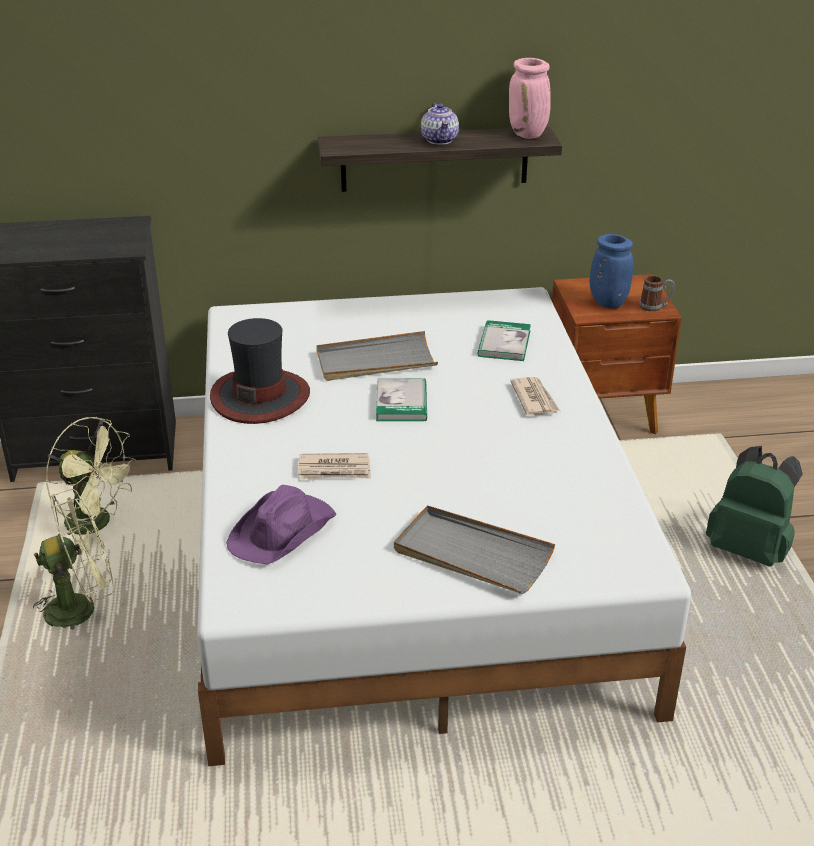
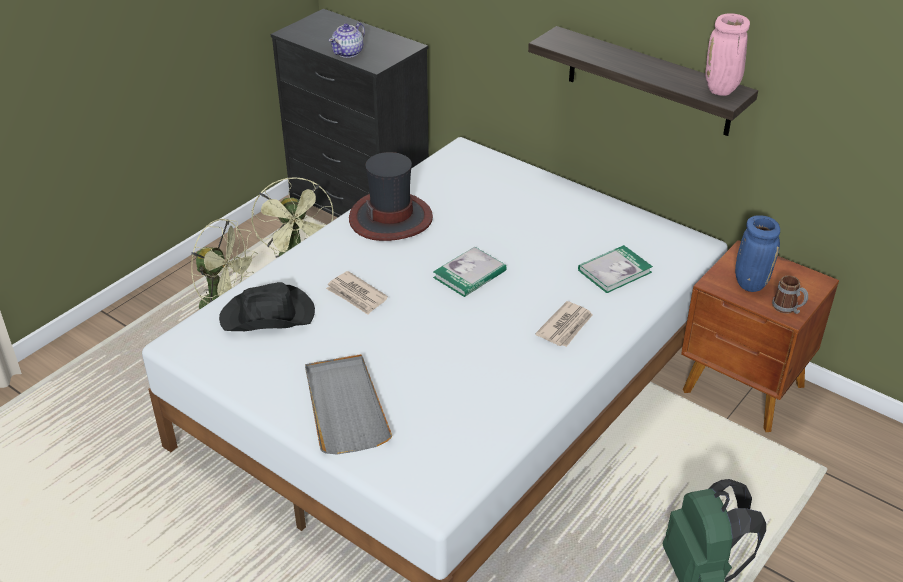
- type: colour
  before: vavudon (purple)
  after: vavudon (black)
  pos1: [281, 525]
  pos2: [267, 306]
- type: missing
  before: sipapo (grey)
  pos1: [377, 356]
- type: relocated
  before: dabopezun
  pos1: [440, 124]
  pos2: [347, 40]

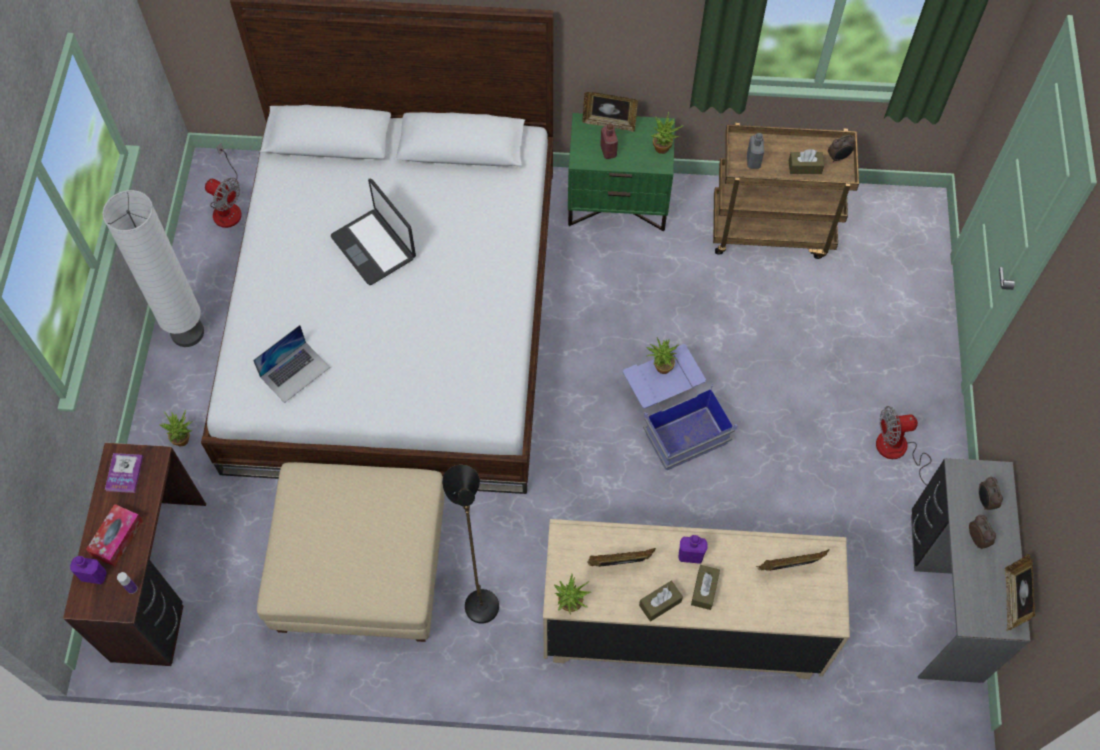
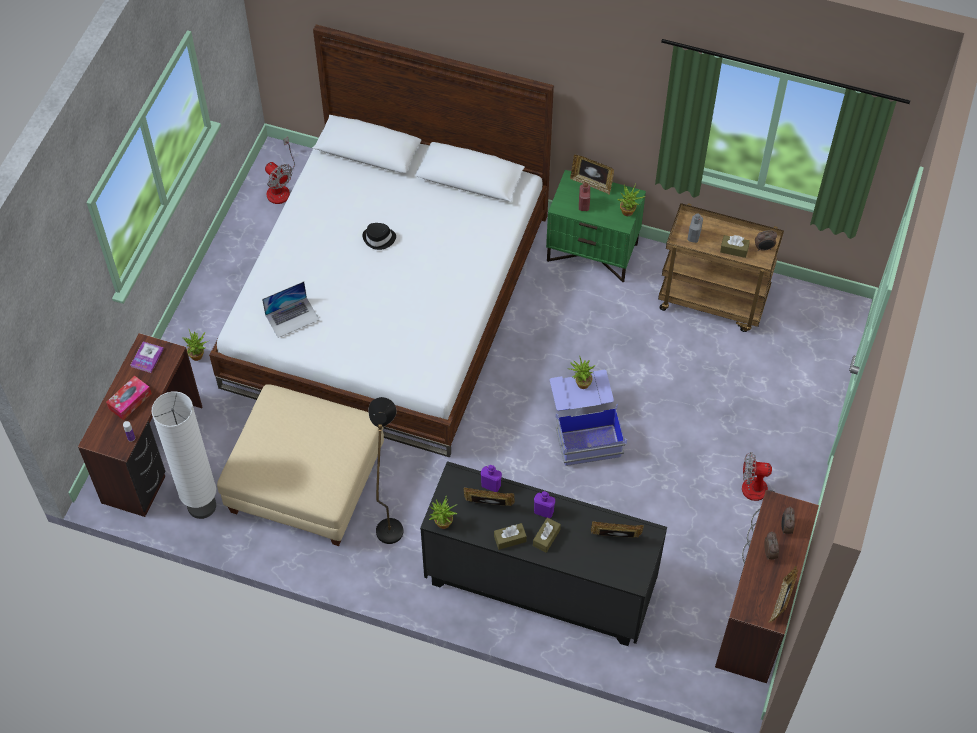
- type: relocated
  before: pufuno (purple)
  pos1: [88, 570]
  pos2: [491, 478]
- type: relocated
  before: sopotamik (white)
  pos1: [153, 268]
  pos2: [184, 455]
- type: exchanged
  before: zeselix
  after: vavudon (black)
  pos1: [373, 231]
  pos2: [379, 236]
- type: colour
  before: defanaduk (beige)
  after: defanaduk (black)
  pos1: [696, 599]
  pos2: [543, 553]
- type: colour
  before: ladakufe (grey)
  after: ladakufe (brown)
  pos1: [971, 570]
  pos2: [767, 586]

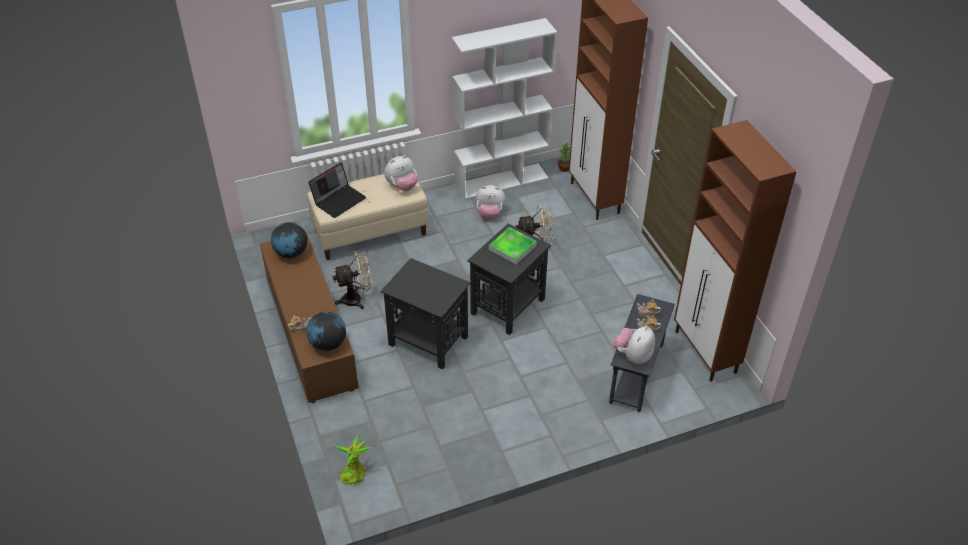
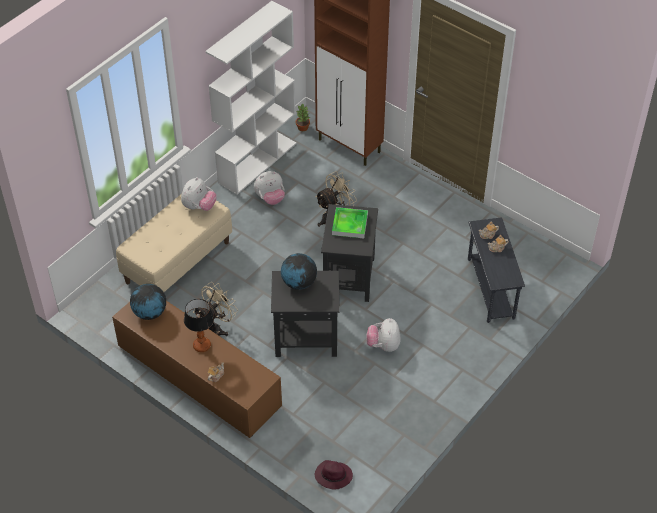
- type: relocated
  before: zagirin
  pos1: [326, 331]
  pos2: [299, 271]
- type: missing
  before: zeselix
  pos1: [337, 190]
- type: exchanged
  before: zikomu
  after: vavudon (purple)
  pos1: [352, 459]
  pos2: [334, 475]
- type: relocated
  before: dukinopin
  pos1: [634, 345]
  pos2: [383, 335]
- type: missing
  before: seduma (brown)
  pos1: [735, 251]
- type: appeared
  after: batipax
  pos2: [199, 325]

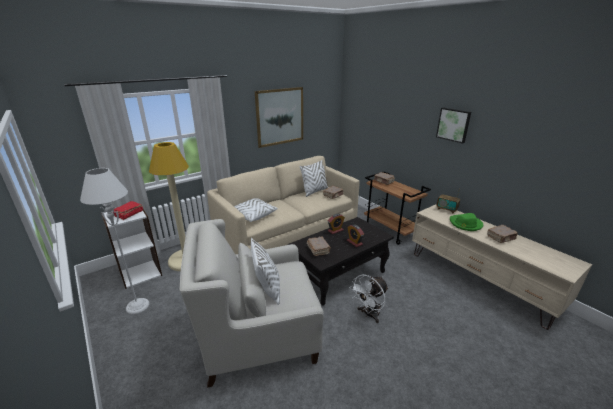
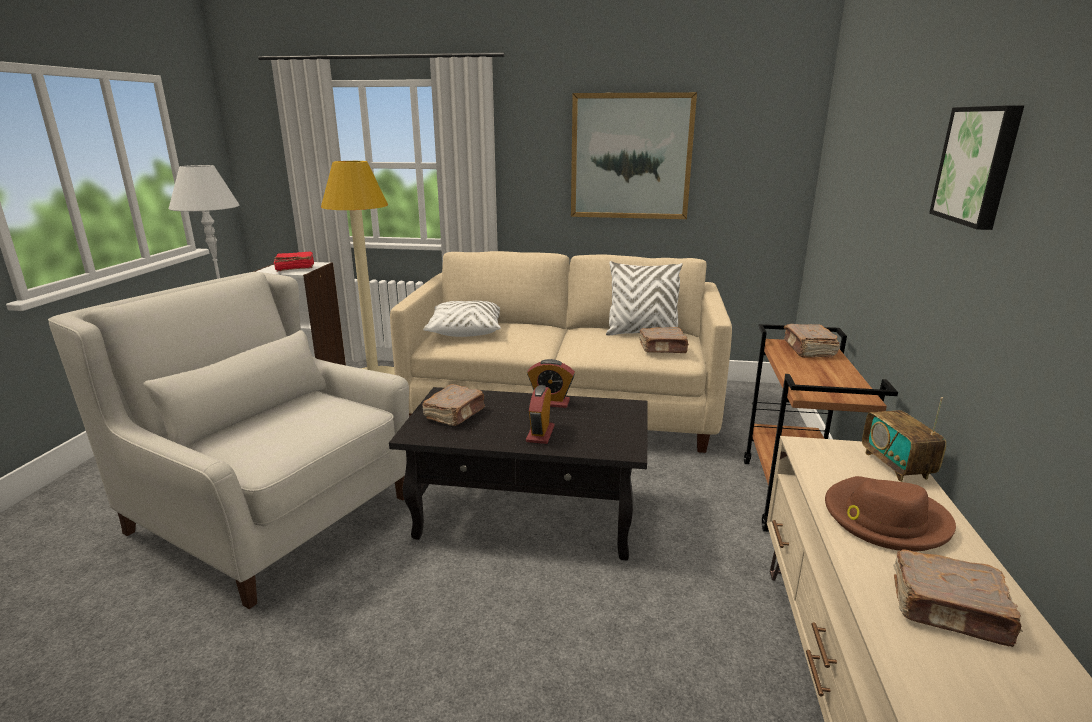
- type: missing
  before: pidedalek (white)
  pos1: [265, 271]
- type: missing
  before: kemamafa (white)
  pos1: [369, 299]
- type: colour
  before: vavudon (green)
  after: vavudon (brown)
  pos1: [466, 222]
  pos2: [890, 514]

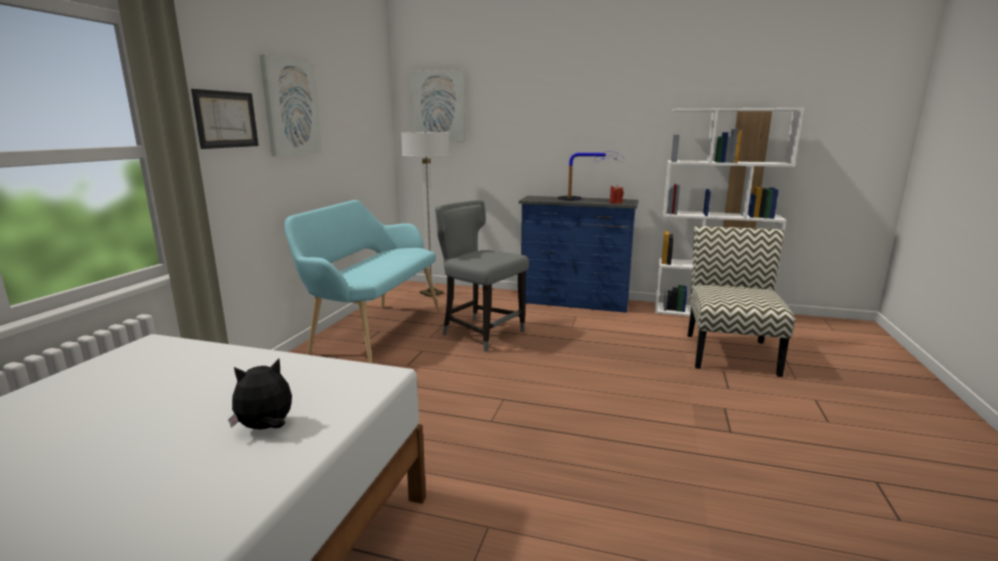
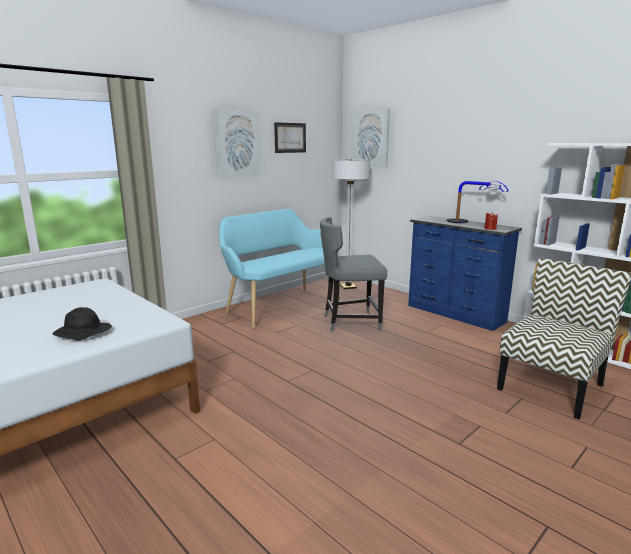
- type: relocated
  before: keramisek
  pos1: [225, 119]
  pos2: [290, 137]
- type: exchanged
  before: dukinopin
  after: vavudon (black)
  pos1: [260, 394]
  pos2: [82, 324]
- type: spun
  before: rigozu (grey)
  pos1: [482, 276]
  pos2: [353, 274]
  turn: -75

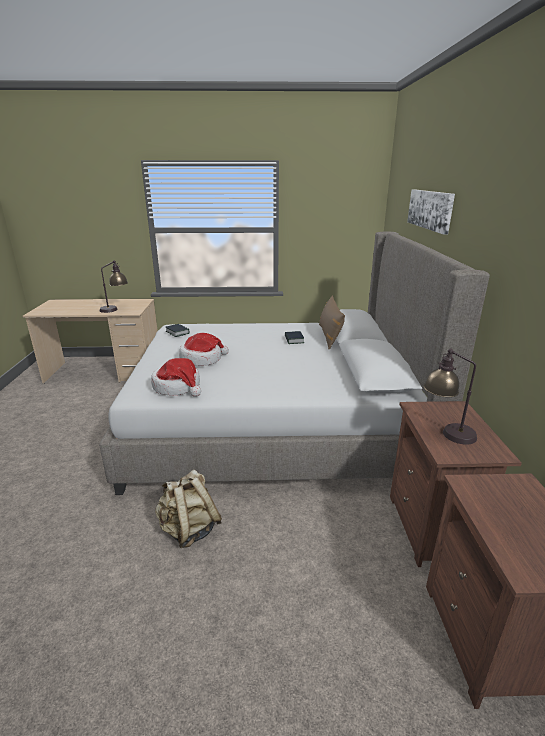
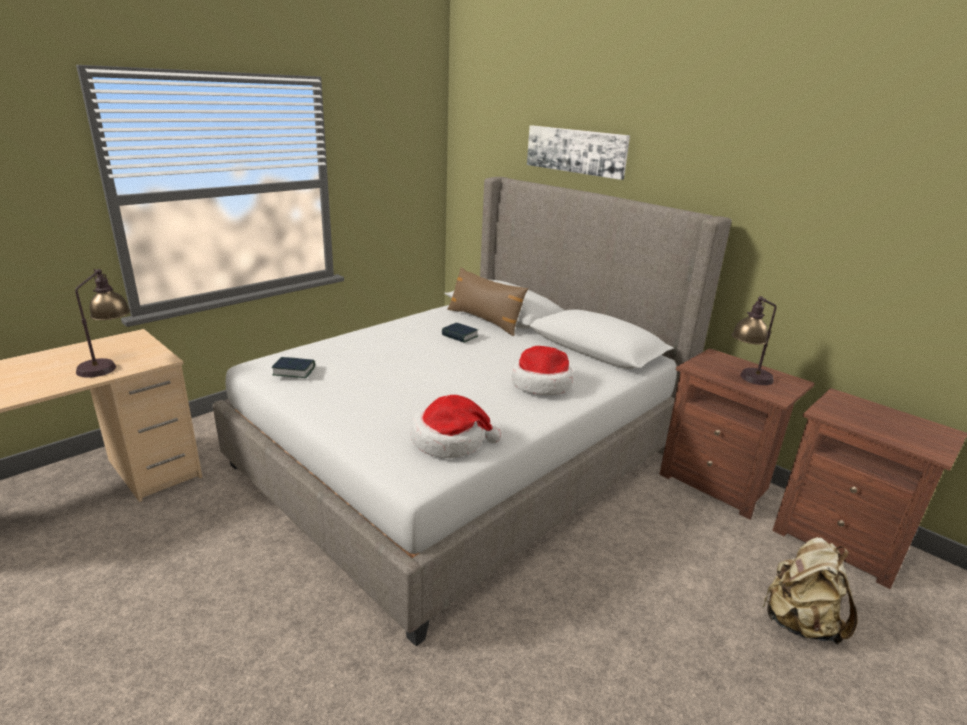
- type: relocated
  before: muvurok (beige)
  pos1: [188, 509]
  pos2: [809, 591]
- type: relocated
  before: vavudon
  pos1: [204, 349]
  pos2: [542, 370]

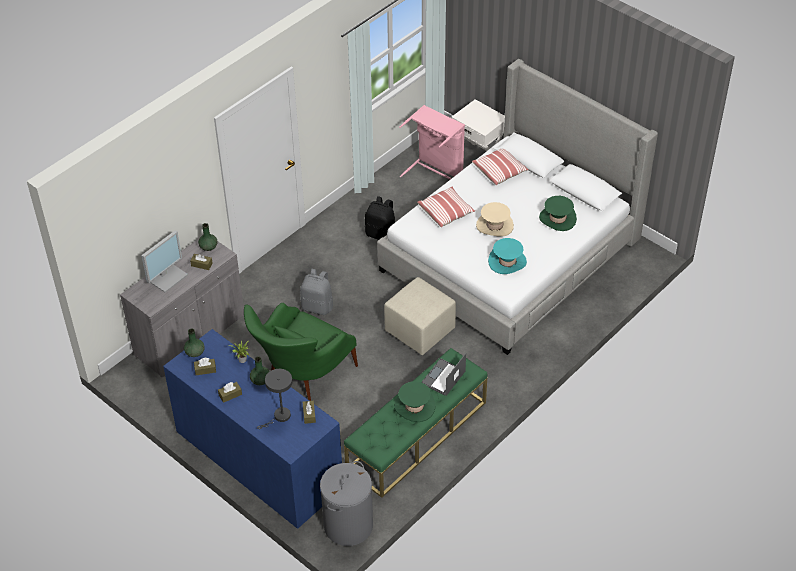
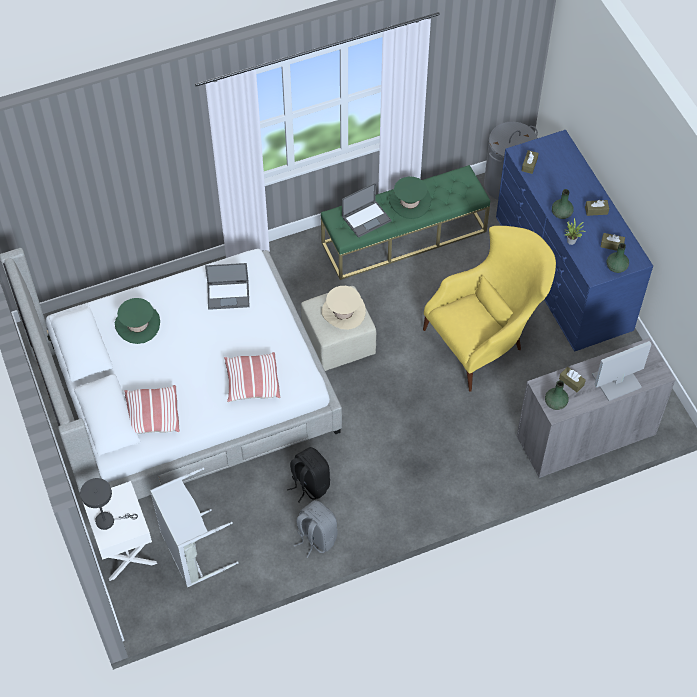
- type: colour
  before: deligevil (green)
  after: deligevil (yellow)
  pos1: [301, 352]
  pos2: [489, 309]
- type: relocated
  before: batipax (grey)
  pos1: [274, 399]
  pos2: [109, 504]
- type: relocated
  before: muvurok (grey)
  pos1: [316, 292]
  pos2: [316, 529]
- type: colour
  before: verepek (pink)
  after: verepek (grey)
  pos1: [432, 142]
  pos2: [194, 527]
- type: relocated
  before: vavudon (beige)
  pos1: [495, 219]
  pos2: [344, 308]
- type: exchanged
  before: vavudon (turquoise)
  after: zeselix
  pos1: [507, 256]
  pos2: [227, 286]

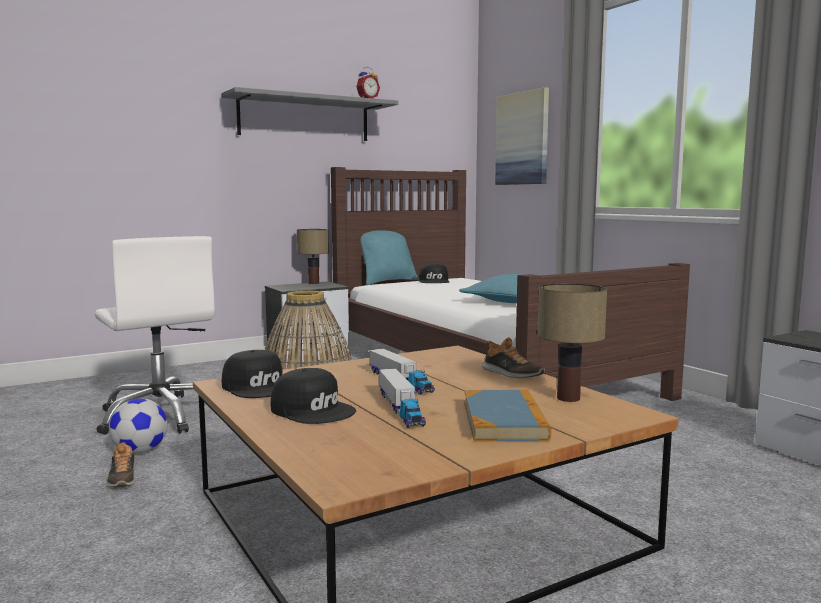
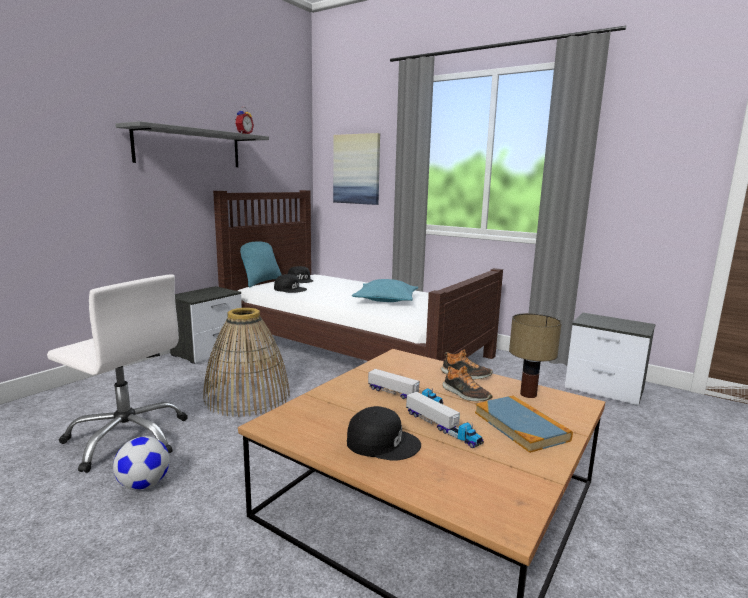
- type: relocated
  before: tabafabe
  pos1: [121, 464]
  pos2: [467, 383]
- type: relocated
  before: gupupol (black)
  pos1: [252, 374]
  pos2: [290, 283]
- type: missing
  before: batipax
  pos1: [313, 256]

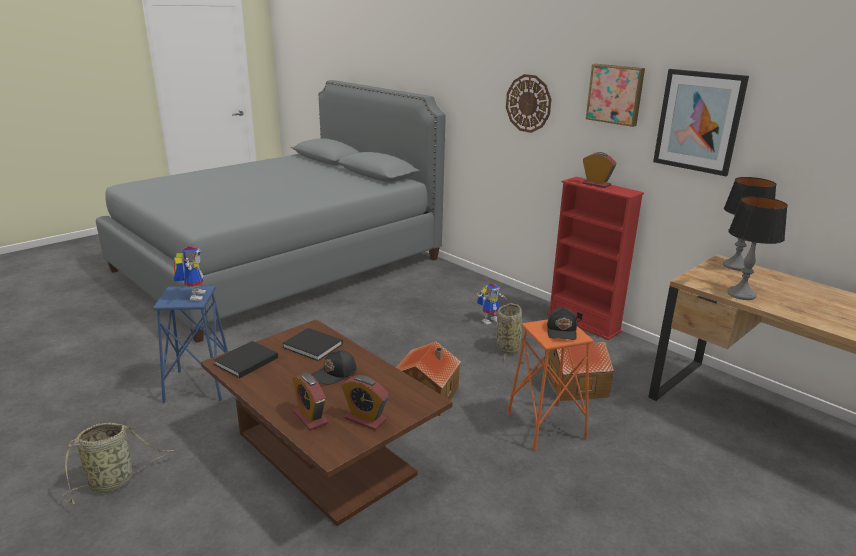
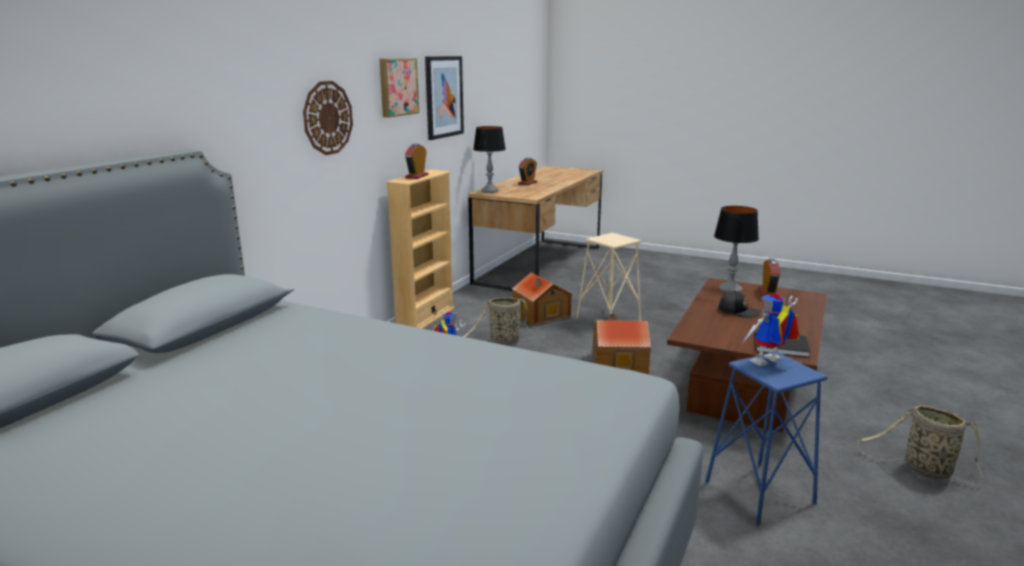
- type: missing
  before: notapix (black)
  pos1: [313, 344]
- type: relocated
  before: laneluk
  pos1: [310, 402]
  pos2: [527, 171]
- type: colour
  before: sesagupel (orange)
  after: sesagupel (beige)
  pos1: [550, 385]
  pos2: [609, 277]
- type: colour
  before: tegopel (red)
  after: tegopel (beige)
  pos1: [595, 258]
  pos2: [420, 249]
- type: missing
  before: gupupol (black)
  pos1: [562, 324]
- type: relocated
  before: batipax
  pos1: [757, 248]
  pos2: [736, 249]

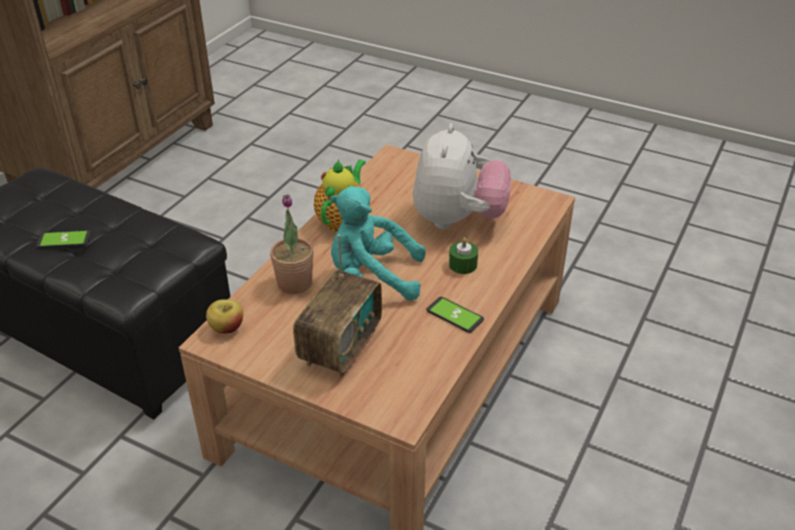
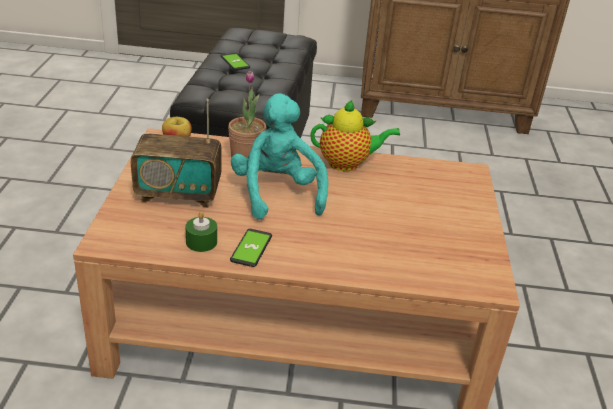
- type: missing
  before: dukinopin
  pos1: [462, 176]
- type: relocated
  before: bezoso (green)
  pos1: [463, 256]
  pos2: [201, 232]

